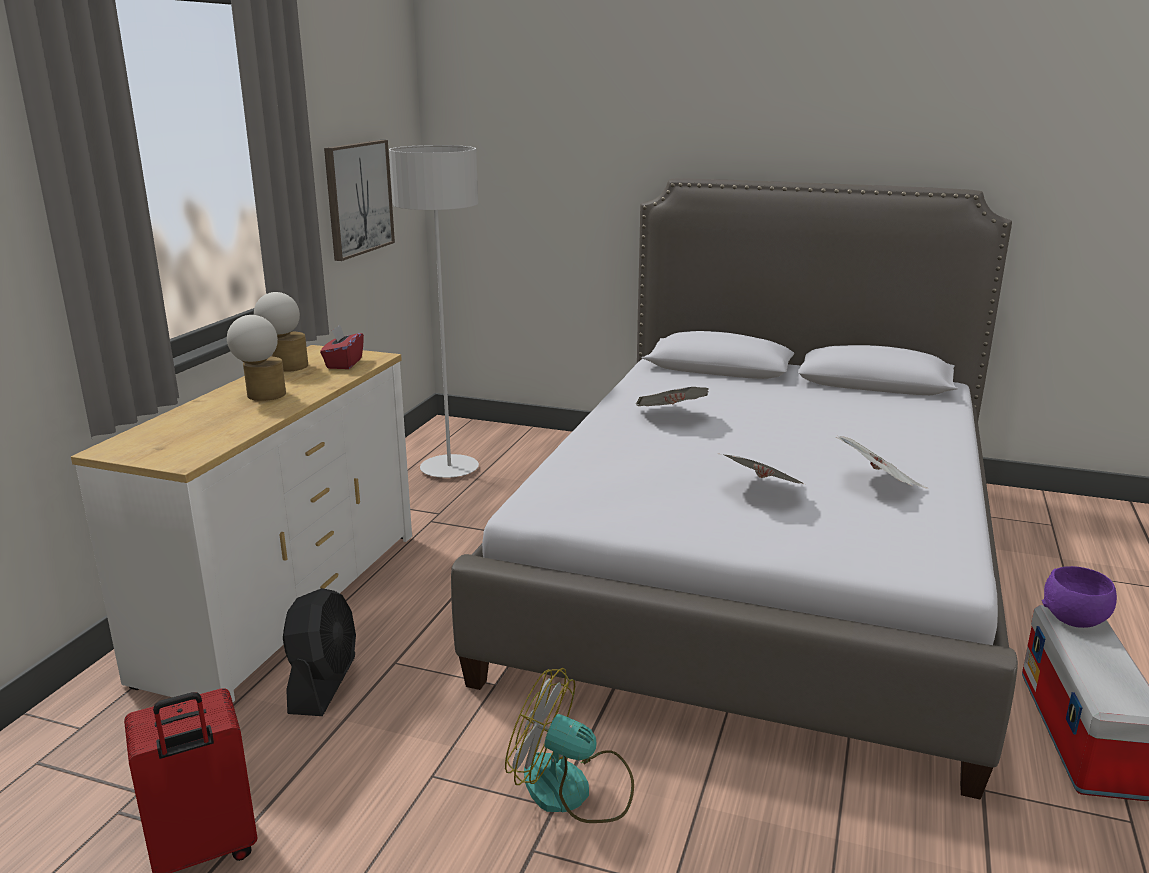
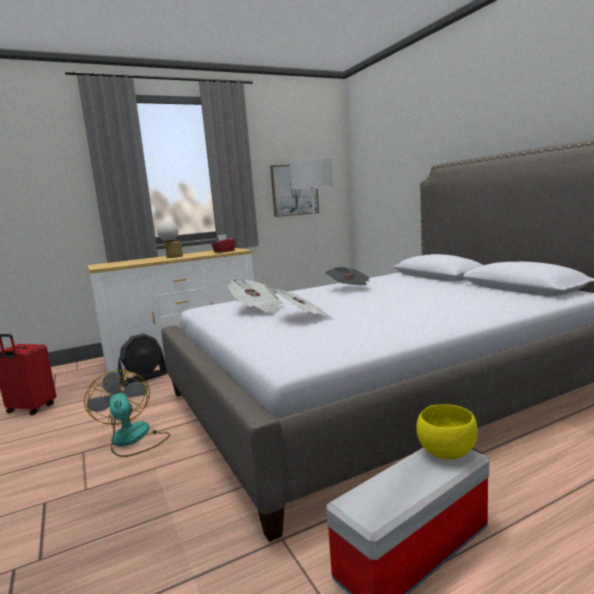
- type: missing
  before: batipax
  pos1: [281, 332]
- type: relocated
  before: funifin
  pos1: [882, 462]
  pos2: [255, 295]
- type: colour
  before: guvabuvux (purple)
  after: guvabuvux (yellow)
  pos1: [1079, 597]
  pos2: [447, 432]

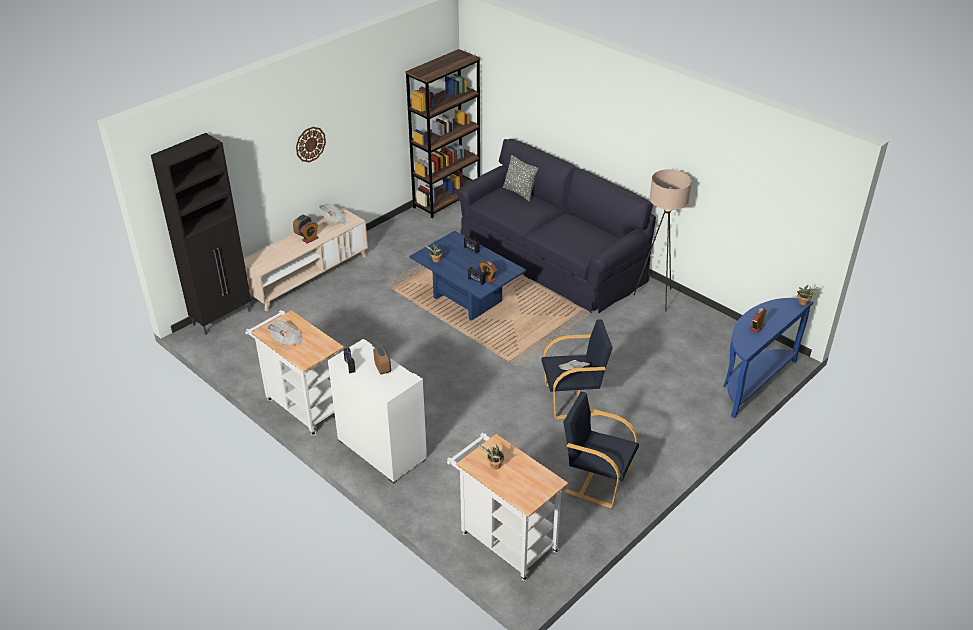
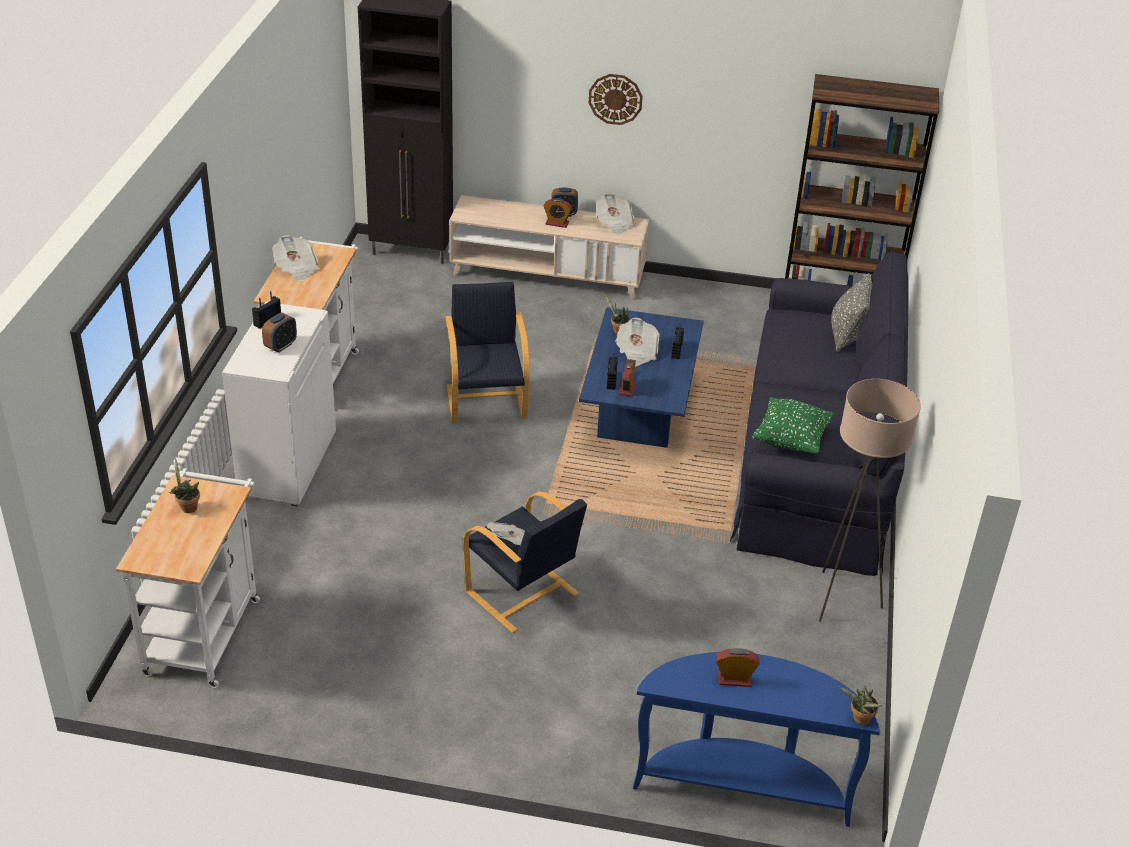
- type: relocated
  before: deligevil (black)
  pos1: [601, 450]
  pos2: [488, 352]
- type: appeared
  after: funifin
  pos2: [638, 342]
- type: appeared
  after: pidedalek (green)
  pos2: [793, 425]

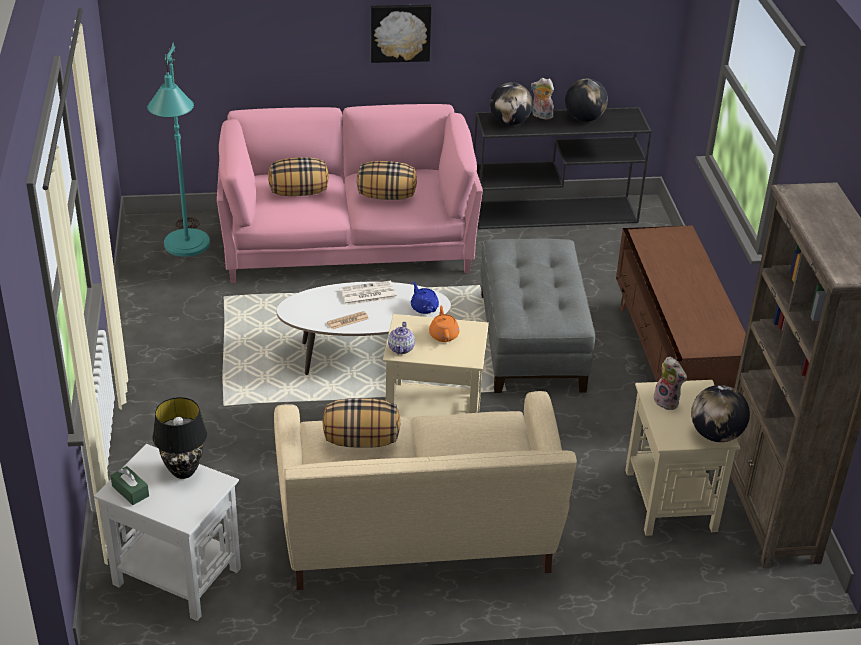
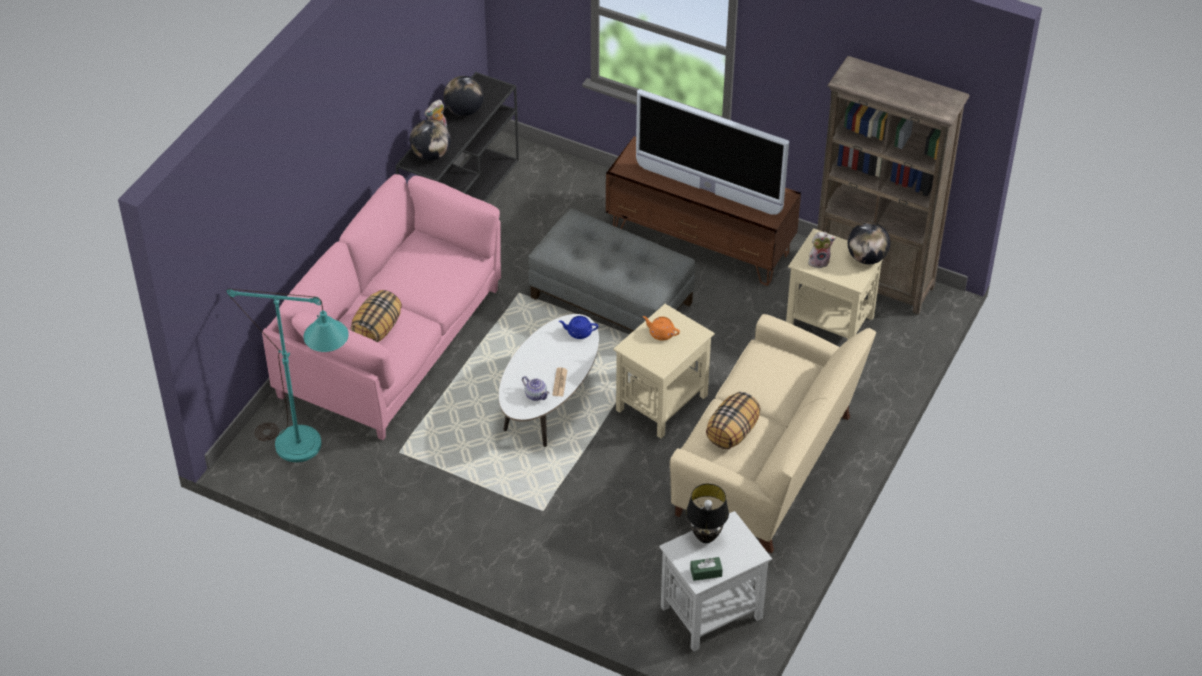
- type: missing
  before: funifin
  pos1: [368, 293]
- type: missing
  before: pidedalek
  pos1: [387, 180]
- type: missing
  before: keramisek
  pos1: [401, 33]
- type: relocated
  before: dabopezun
  pos1: [401, 338]
  pos2: [536, 388]
- type: appeared
  after: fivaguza
  pos2: [712, 152]

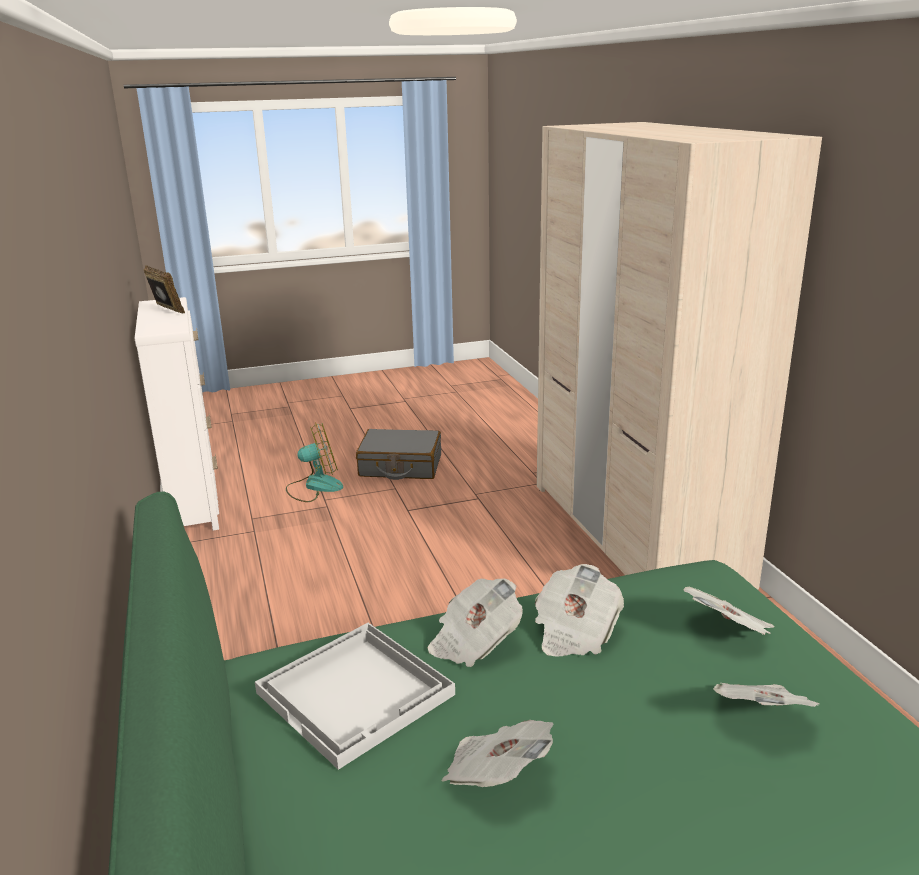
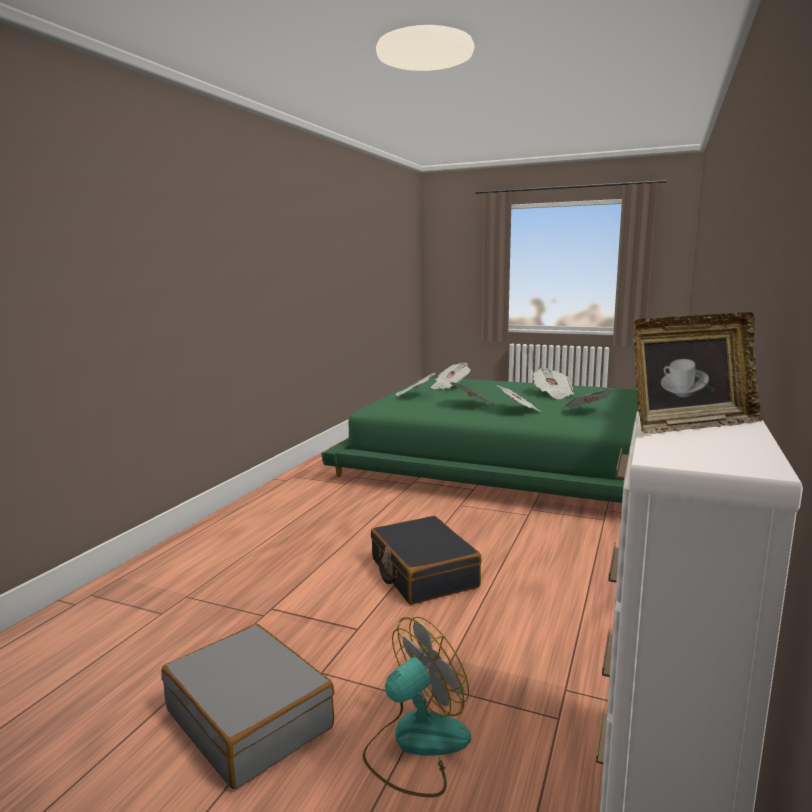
- type: spun
  before: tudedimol
  pos1: [164, 289]
  pos2: [698, 373]
  turn: -105
- type: exchanged
  before: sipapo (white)
  after: funifin
  pos1: [355, 696]
  pos2: [589, 398]
- type: spun
  before: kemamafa
  pos1: [314, 462]
  pos2: [417, 707]
  turn: 120
- type: missing
  before: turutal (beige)
  pos1: [679, 356]
- type: appeared
  after: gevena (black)
  pos2: [426, 560]

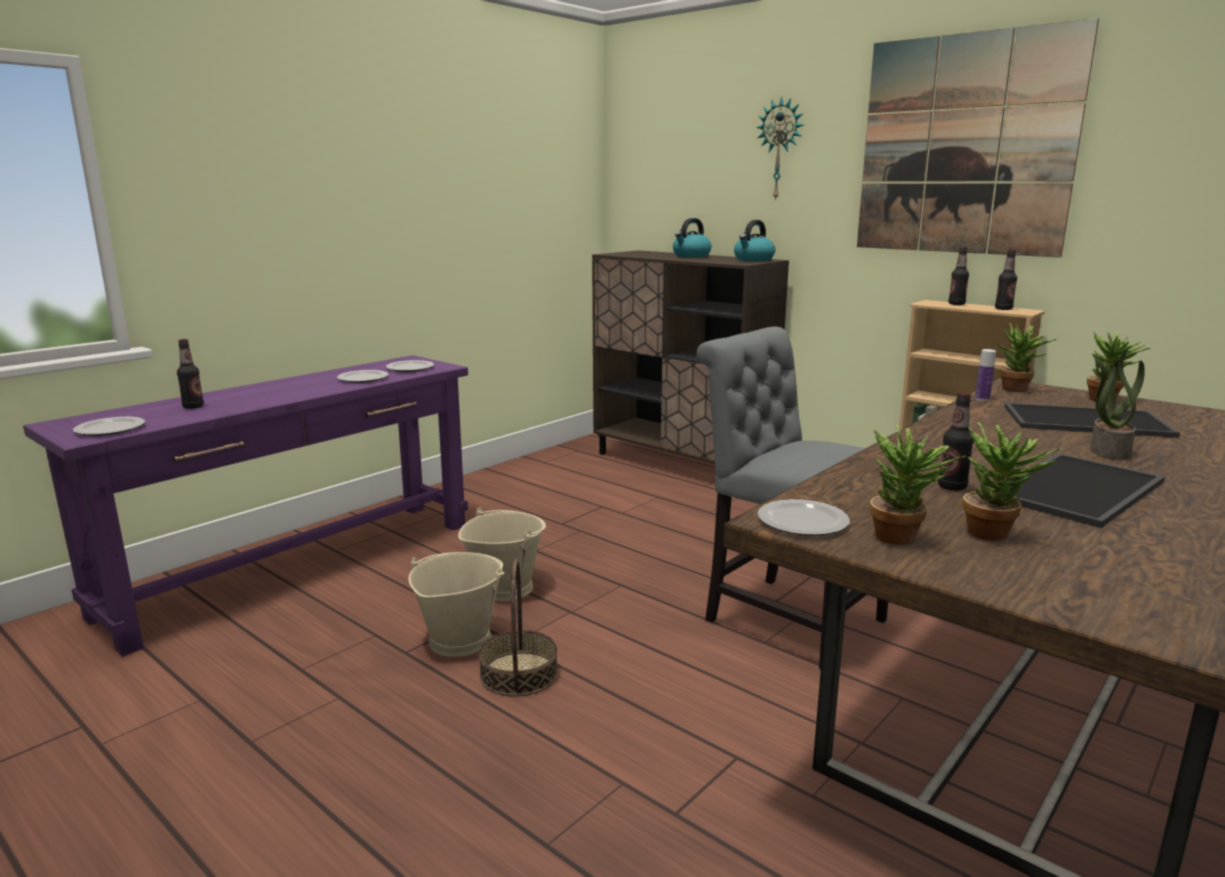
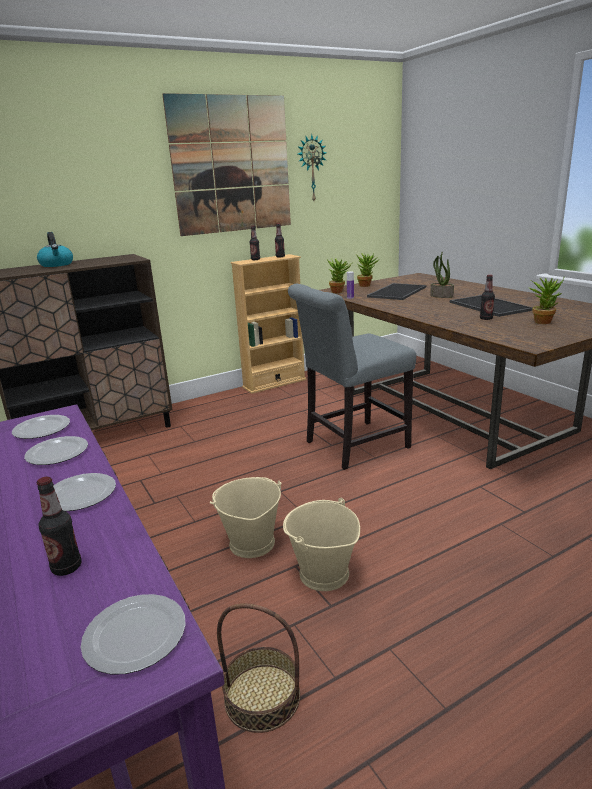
- type: relocated
  before: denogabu
  pos1: [518, 628]
  pos2: [258, 668]
- type: missing
  before: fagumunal
  pos1: [754, 240]
- type: relocated
  before: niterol
  pos1: [780, 148]
  pos2: [312, 167]
- type: relocated
  before: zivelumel
  pos1: [804, 517]
  pos2: [84, 492]
- type: missing
  before: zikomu
  pos1: [918, 485]

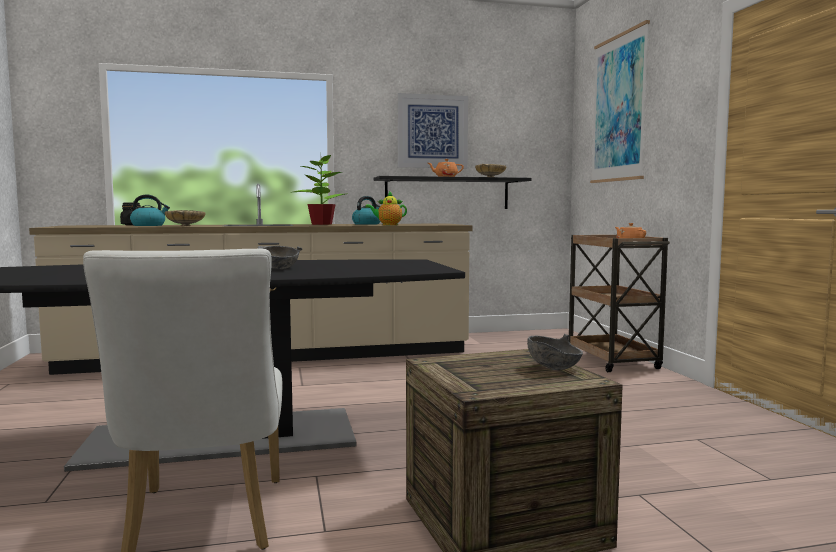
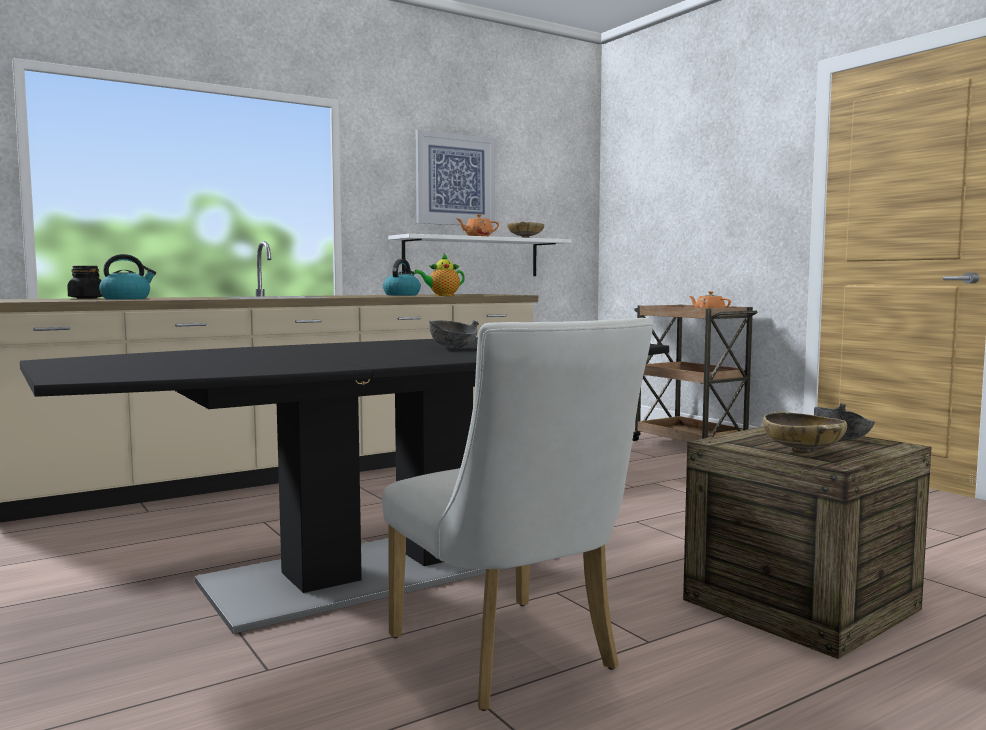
- type: relocated
  before: guvabuvux (beige)
  pos1: [185, 218]
  pos2: [805, 432]
- type: missing
  before: zikomu
  pos1: [319, 190]
- type: colour
  before: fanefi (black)
  after: fanefi (white)
  pos1: [452, 192]
  pos2: [480, 255]
- type: missing
  before: keramisek
  pos1: [620, 101]

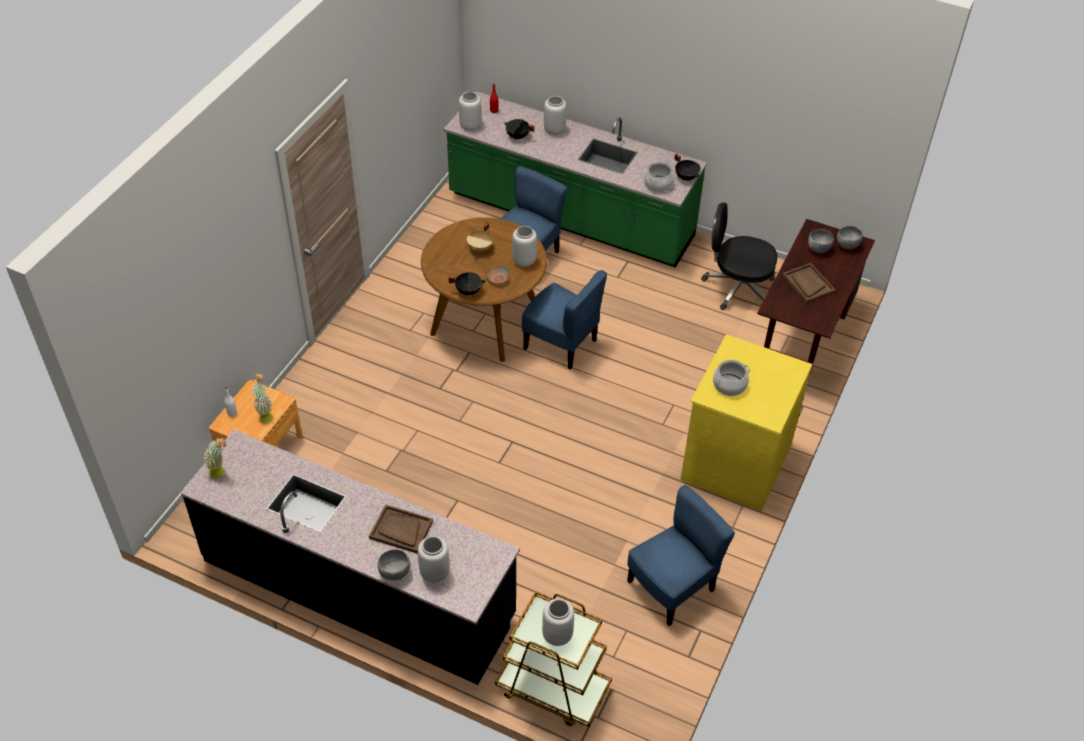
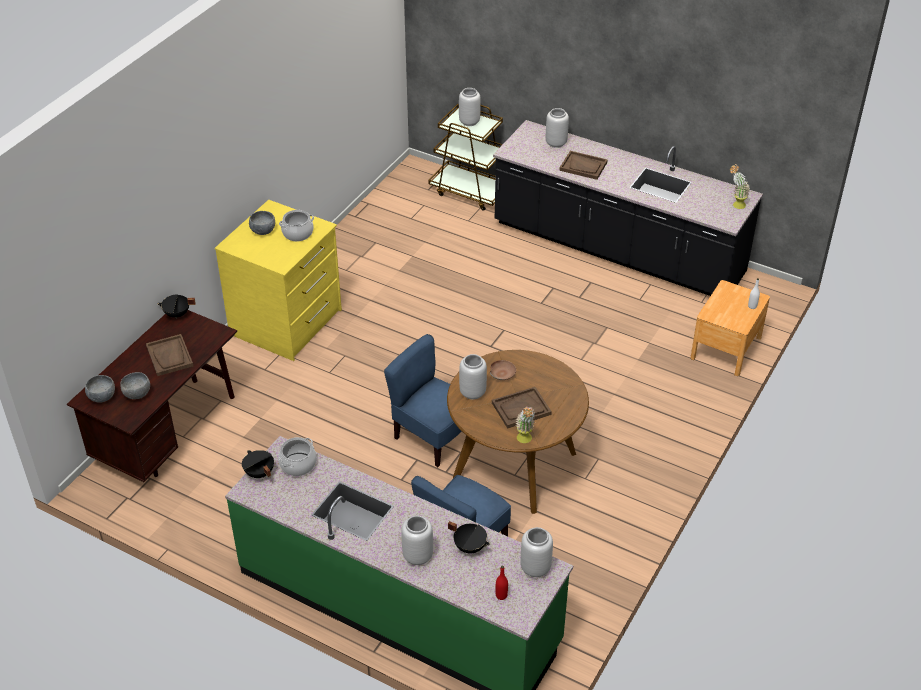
- type: relocated
  before: zikomu
  pos1: [262, 398]
  pos2: [525, 424]
- type: relocated
  before: guvabuvux (grey)
  pos1: [394, 565]
  pos2: [262, 223]
- type: relocated
  before: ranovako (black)
  pos1: [467, 284]
  pos2: [177, 306]
- type: exchanged
  before: ranovako (beige)
  after: sipapo (brown)
  pos1: [480, 237]
  pos2: [522, 408]
- type: missing
  before: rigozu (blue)
  pos1: [681, 555]
- type: missing
  before: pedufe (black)
  pos1: [739, 256]

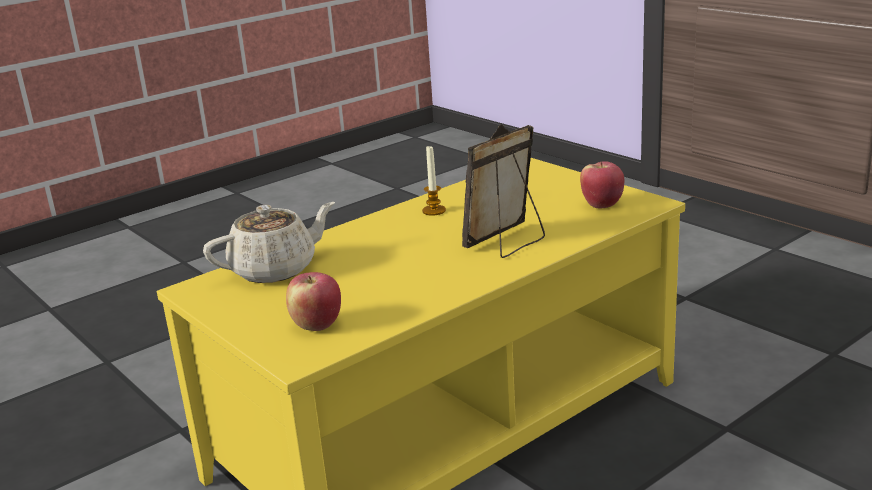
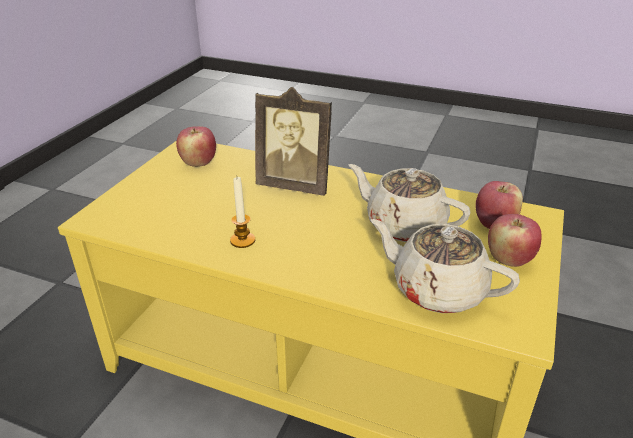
- type: appeared
  after: dabopezun (beige)
  pos2: [409, 203]
- type: appeared
  after: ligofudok
  pos2: [515, 240]

